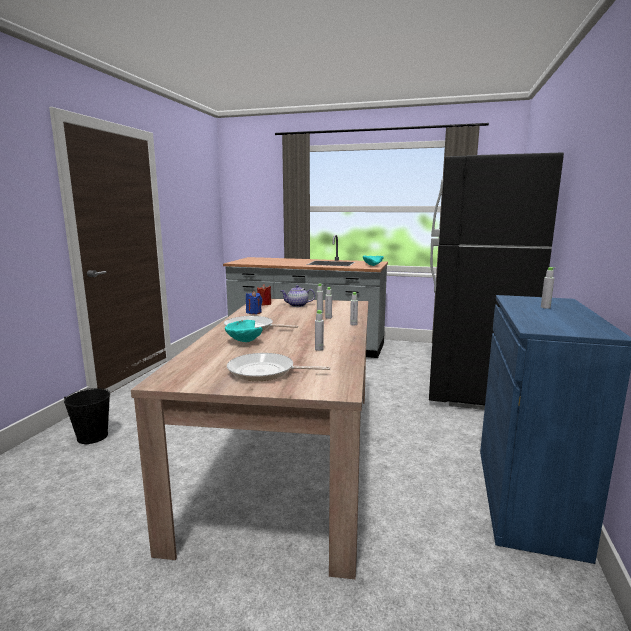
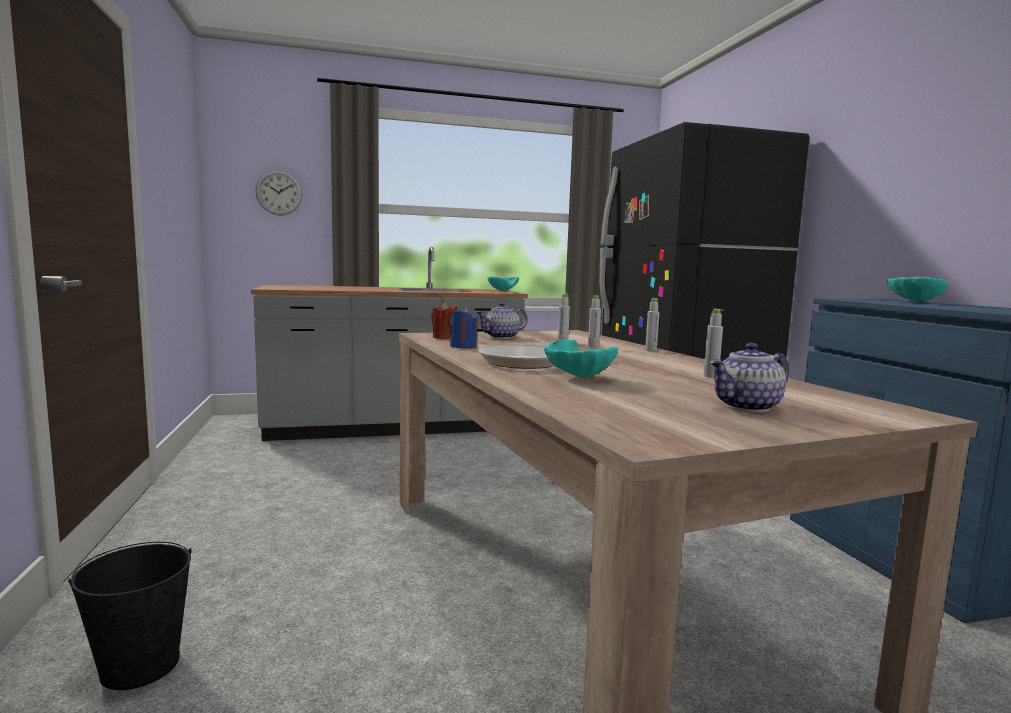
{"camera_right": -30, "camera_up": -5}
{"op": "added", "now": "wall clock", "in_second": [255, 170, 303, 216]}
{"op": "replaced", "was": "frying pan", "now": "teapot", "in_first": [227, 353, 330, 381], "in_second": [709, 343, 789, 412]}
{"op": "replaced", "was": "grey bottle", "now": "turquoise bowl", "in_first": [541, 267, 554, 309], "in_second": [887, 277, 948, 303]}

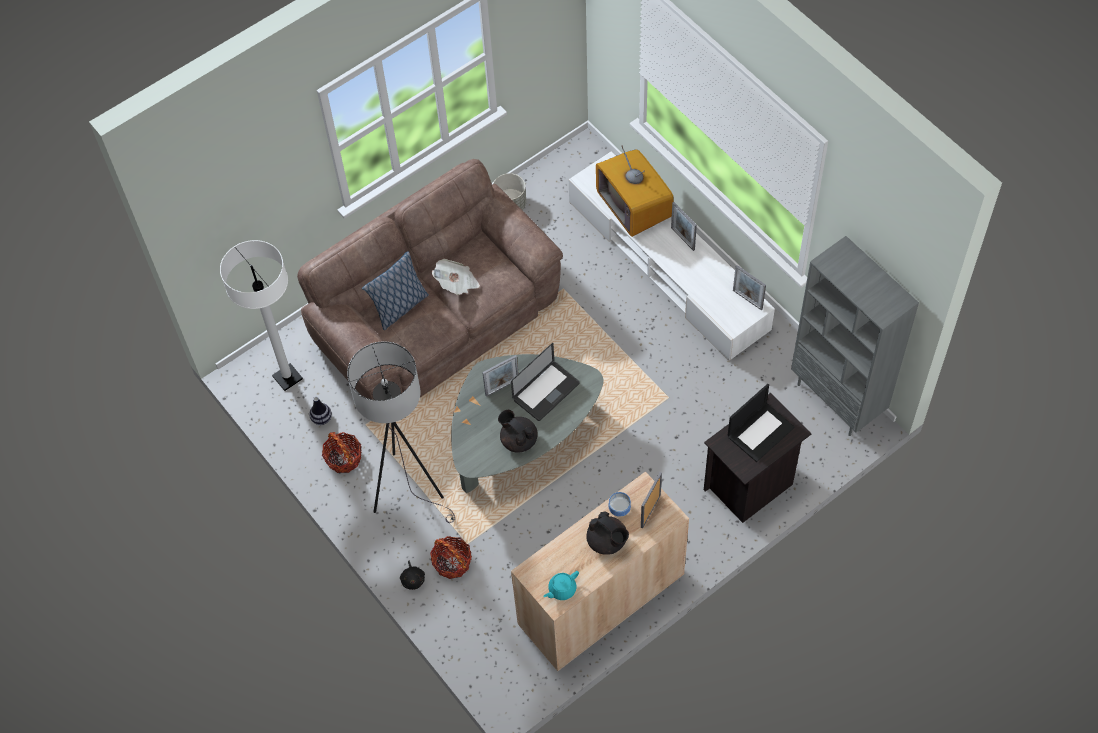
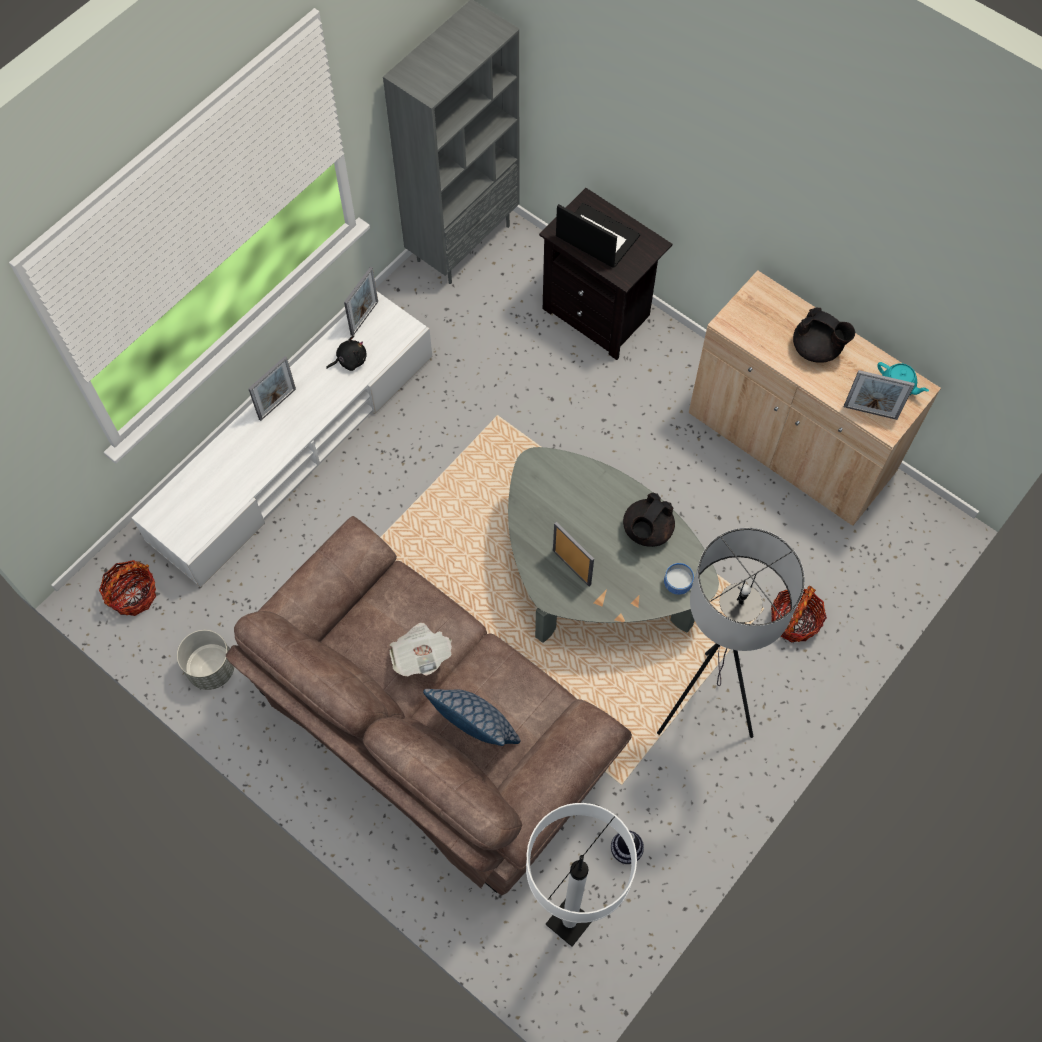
{"camera_right": -105, "camera_up": 5}
{"op": "removed", "was": "laptop", "in_first": [511, 343, 580, 421]}
{"op": "removed", "was": "television", "in_first": [596, 145, 674, 237]}
{"op": "moved", "was": "basket", "in_first": [322, 432, 362, 473], "in_second": [99, 560, 156, 616]}
{"op": "moved", "was": "black plush toy", "in_first": [400, 560, 425, 590], "in_second": [326, 335, 367, 371]}
{"op": "moved", "was": "bowl", "in_first": [608, 492, 631, 517], "in_second": [664, 563, 694, 595]}
{"op": "moved", "was": "picture frame", "in_first": [641, 472, 662, 529], "in_second": [844, 370, 915, 420]}
{"op": "turned", "was": "black teapot", "in_first": [587, 511, 629, 555], "in_second": [793, 308, 855, 363], "clockwise": 90}

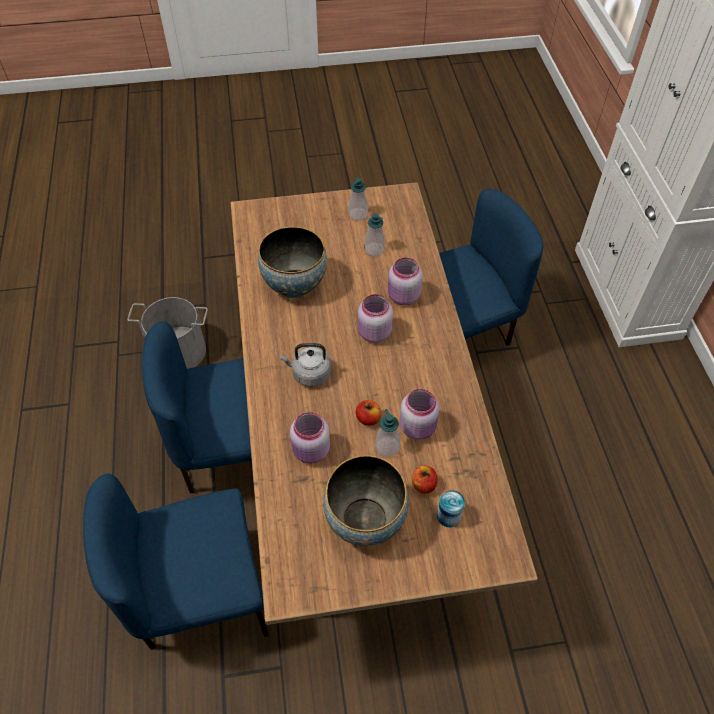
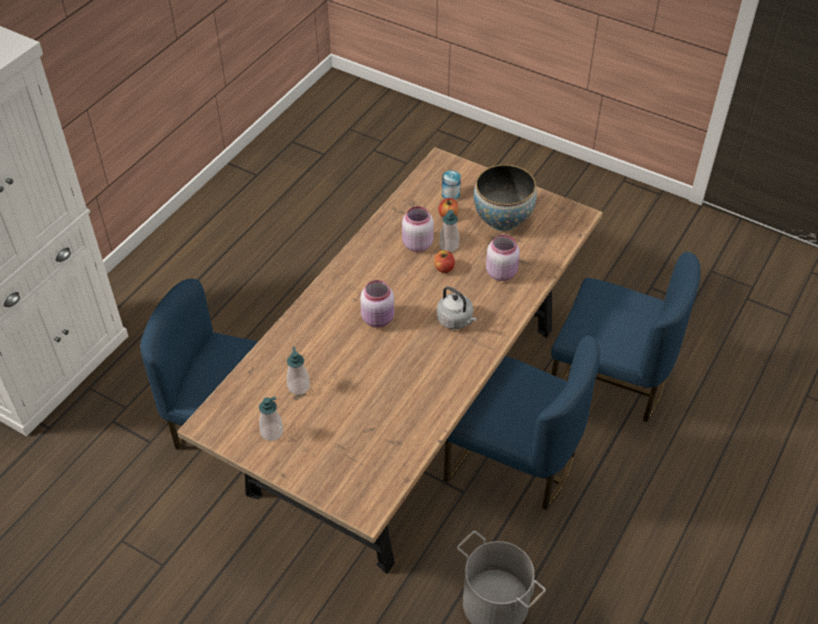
{"camera_right": -140, "camera_up": -5}
{"op": "removed", "was": "bowl", "in_first": [258, 227, 327, 298]}
{"op": "removed", "was": "pink jar", "in_first": [388, 257, 423, 305]}

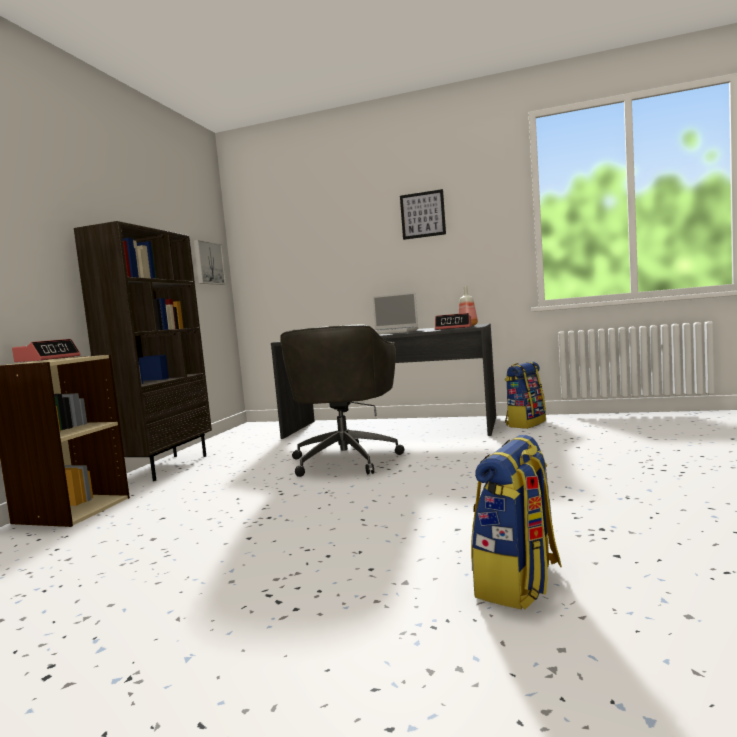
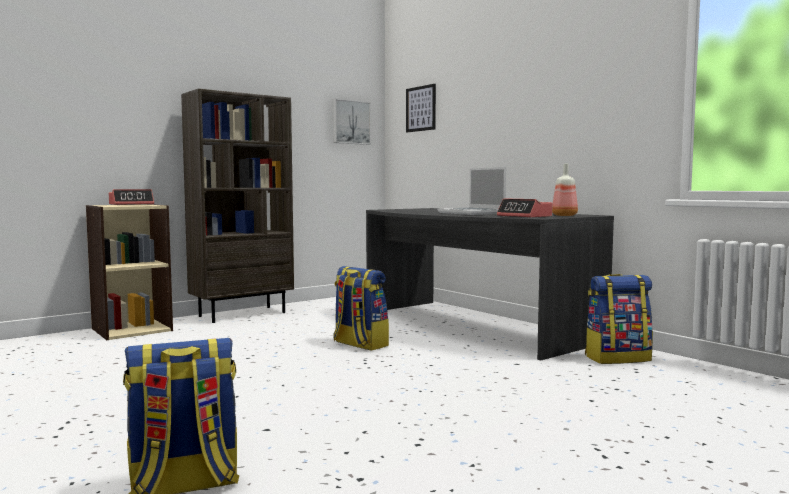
{"camera_right": 35, "camera_up": 0}
{"op": "moved", "was": "picture", "in_first": [400, 189, 446, 240], "in_second": [406, 84, 436, 132]}
{"op": "replaced", "was": "grey office chair", "now": "backpack", "in_first": [280, 325, 404, 477], "in_second": [333, 266, 389, 351]}

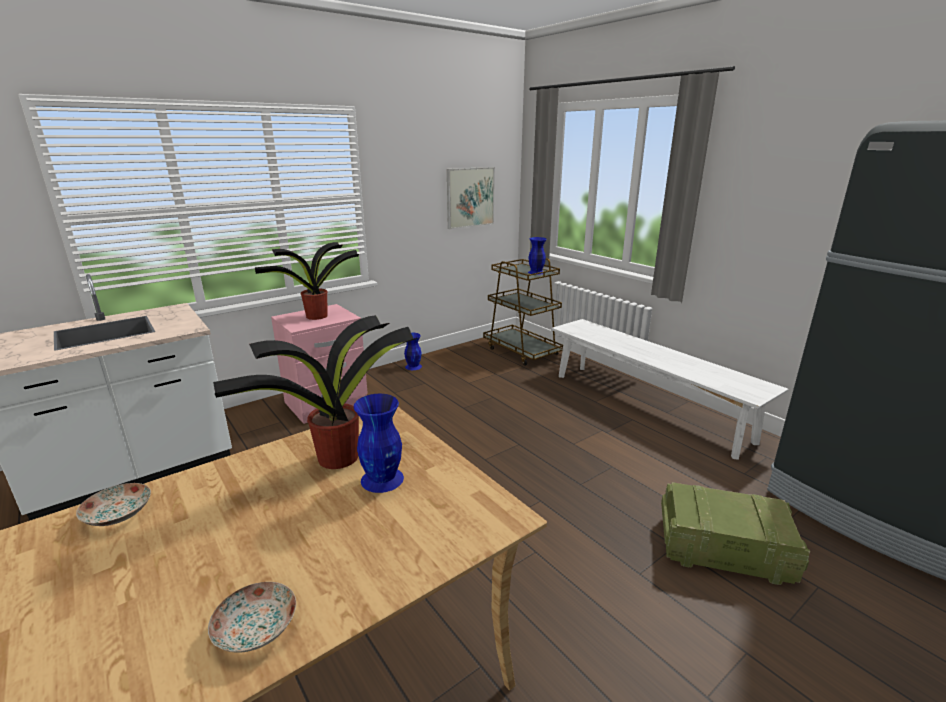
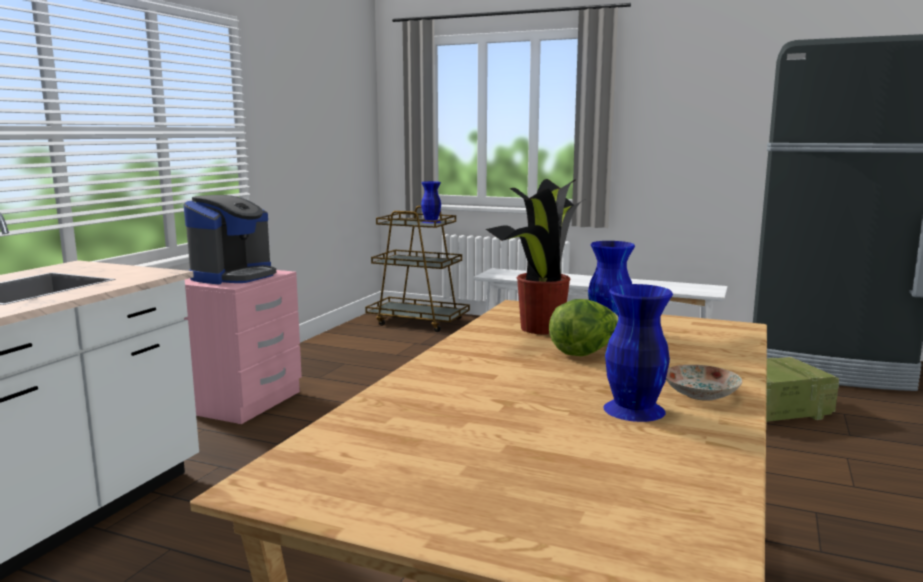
{"camera_right": -30, "camera_up": -10}
{"op": "removed", "was": "plate", "in_first": [76, 483, 151, 526]}
{"op": "removed", "was": "picture", "in_first": [447, 167, 495, 229]}
{"op": "added", "now": "lettuce", "in_second": [549, 299, 618, 356]}
{"op": "moved", "was": "blue vase", "in_first": [404, 333, 422, 370], "in_second": [603, 284, 673, 422]}
{"op": "replaced", "was": "potted plant", "now": "coffee machine", "in_first": [255, 242, 359, 320], "in_second": [184, 195, 276, 284]}

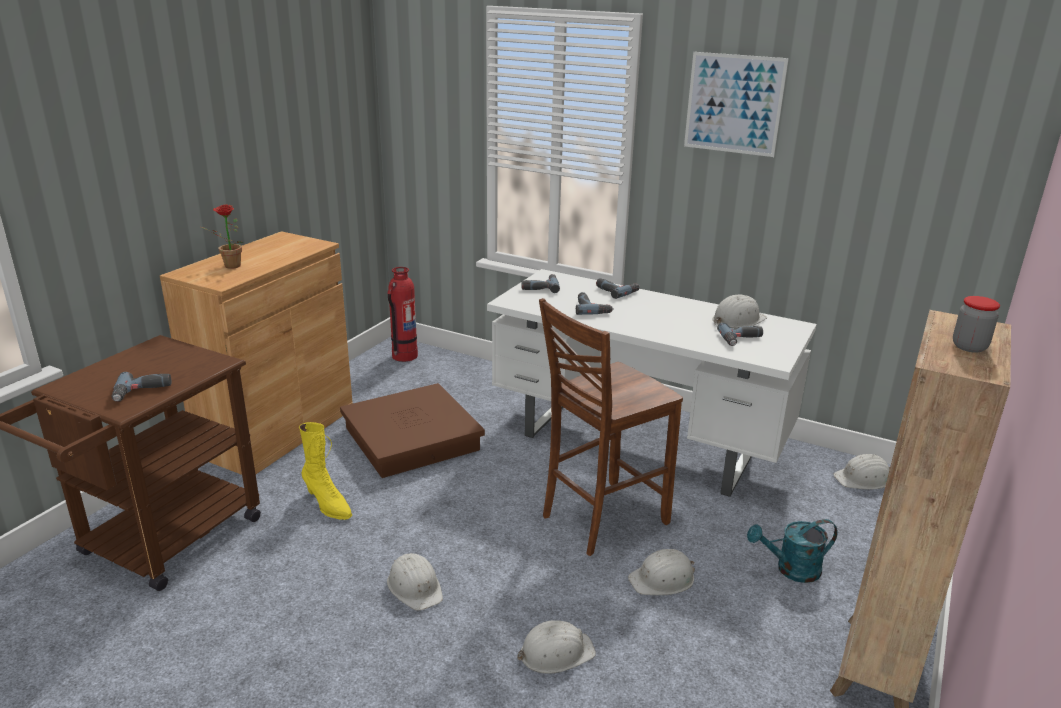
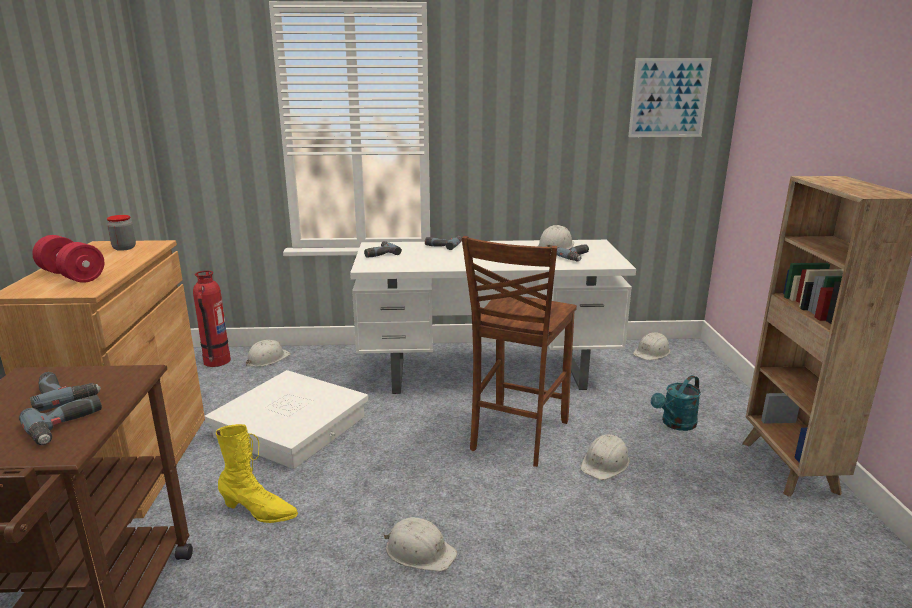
{"camera_right": -30, "camera_up": -5}
{"op": "moved", "was": "white hard hat", "in_first": [517, 620, 596, 674], "in_second": [246, 340, 291, 367]}
{"op": "moved", "was": "power drill", "in_first": [576, 292, 614, 315], "in_second": [30, 372, 101, 412]}
{"op": "moved", "was": "picture", "in_first": [684, 52, 789, 157], "in_second": [628, 58, 712, 137]}
{"op": "moved", "was": "jar", "in_first": [953, 296, 1000, 353], "in_second": [107, 215, 136, 251]}
{"op": "replaced", "was": "potted plant", "now": "red dumbbell", "in_first": [201, 204, 244, 269], "in_second": [32, 235, 104, 283]}
{"op": "recoloured", "was": "brown storage box", "now": "white storage box", "in_first": [340, 383, 485, 478], "in_second": [204, 370, 368, 469]}

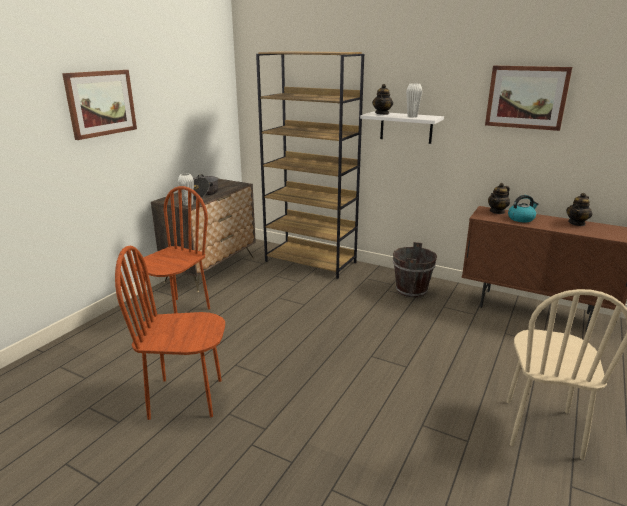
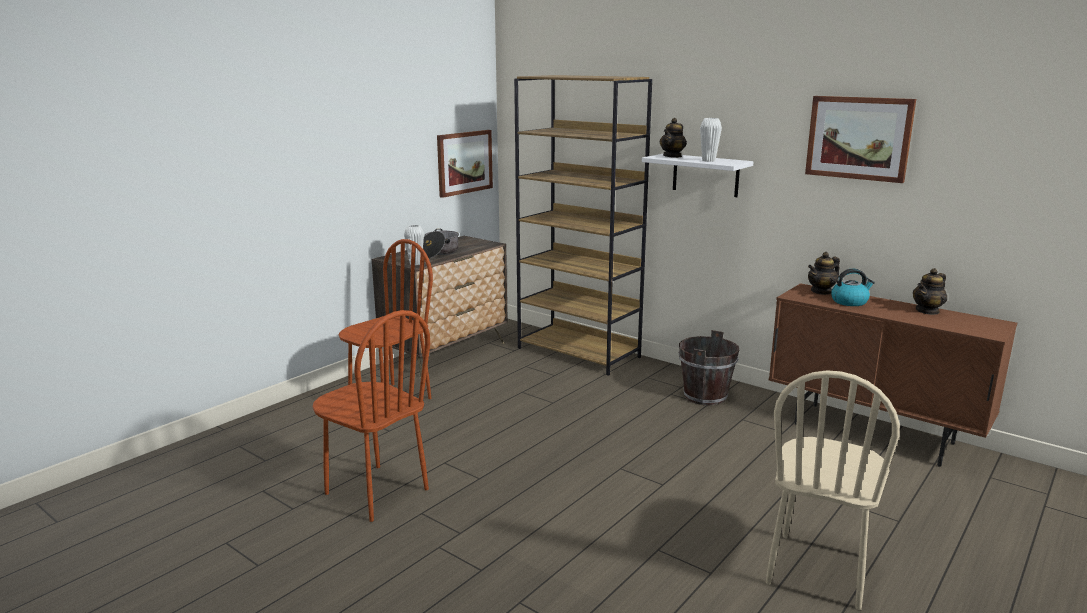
{"camera_right": 10, "camera_up": -5}
{"op": "moved", "was": "picture", "in_first": [62, 70, 137, 140], "in_second": [437, 130, 493, 198]}
{"op": "turned", "was": "brown chair", "in_first": [115, 246, 225, 420], "in_second": [313, 310, 430, 522], "clockwise": -150}

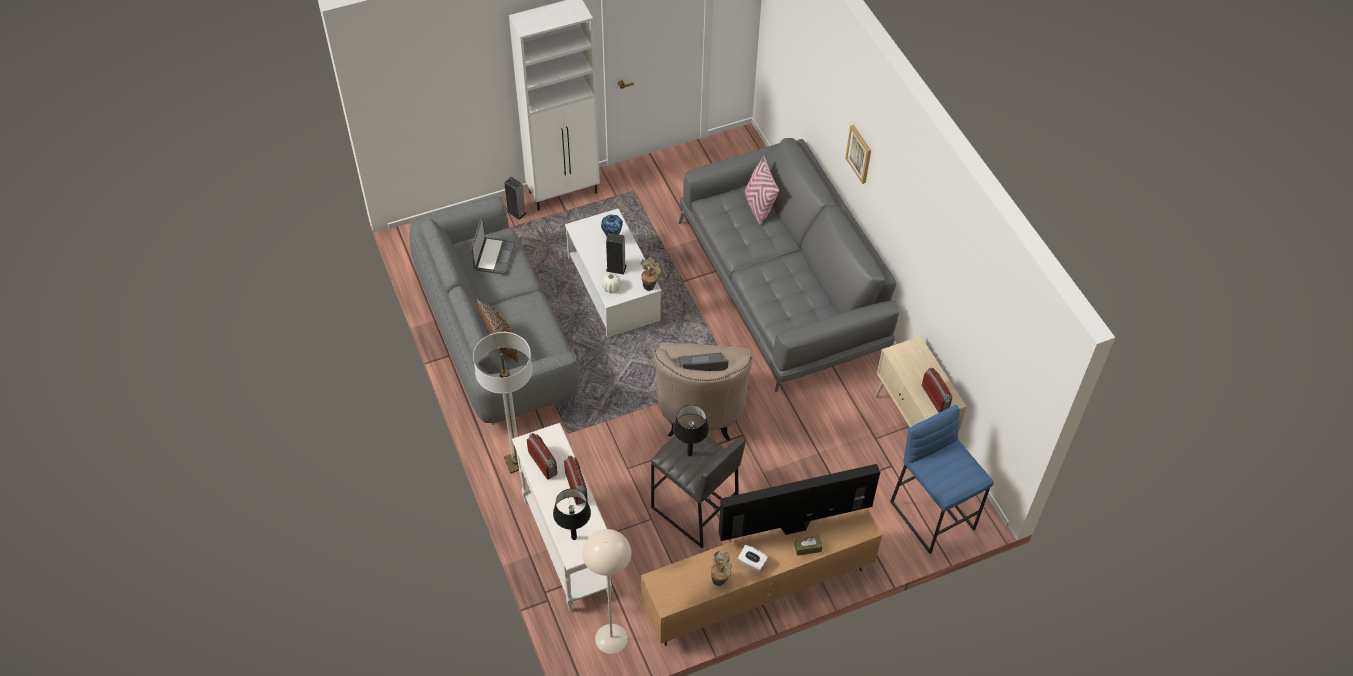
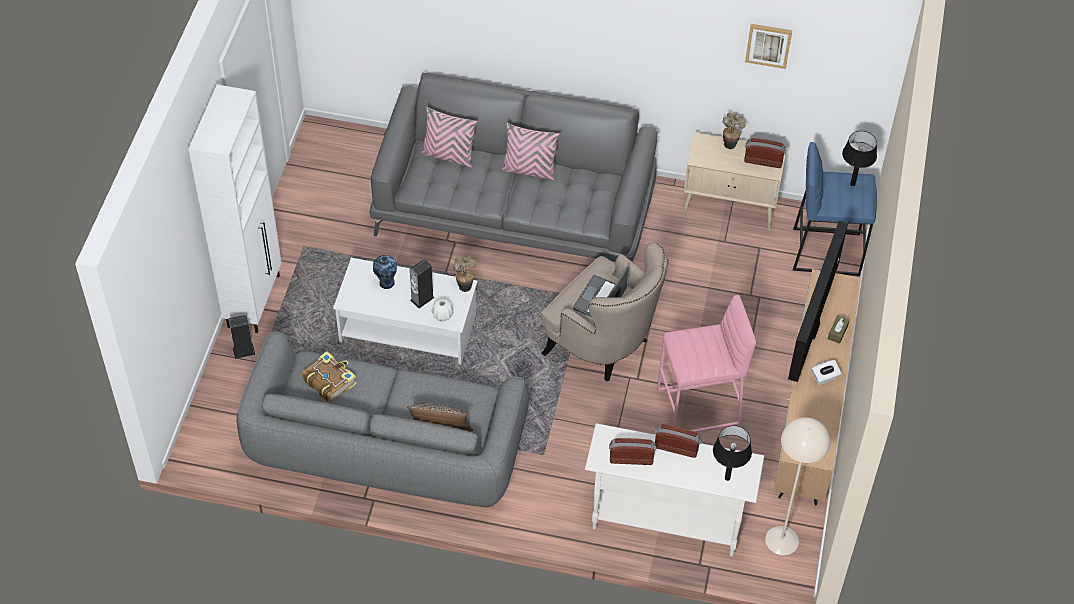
{"camera_right": -55, "camera_up": 0}
{"op": "removed", "was": "floor lamp", "in_first": [473, 332, 533, 474]}
{"op": "added", "now": "pink pillow", "in_second": [501, 123, 560, 180]}
{"op": "moved", "was": "black table lamp", "in_first": [673, 405, 709, 456], "in_second": [842, 131, 877, 186]}
{"op": "moved", "was": "potted plant", "in_first": [711, 551, 732, 586], "in_second": [723, 113, 746, 150]}
{"op": "moved", "was": "picture", "in_first": [845, 125, 871, 184], "in_second": [745, 24, 792, 69]}
{"op": "replaced", "was": "laptop", "now": "book", "in_first": [471, 217, 516, 275], "in_second": [302, 351, 357, 403]}
{"op": "recoloured", "was": "grey stool", "now": "pink stool", "in_first": [651, 425, 746, 548], "in_second": [657, 295, 756, 432]}

